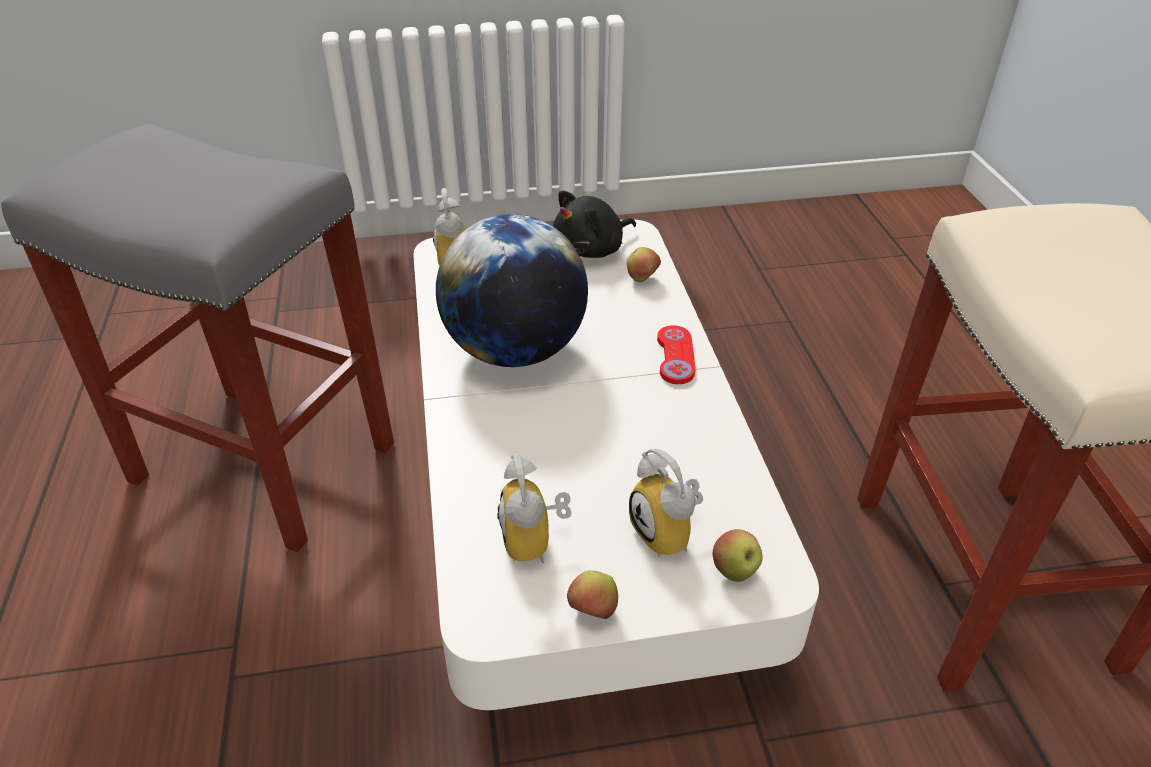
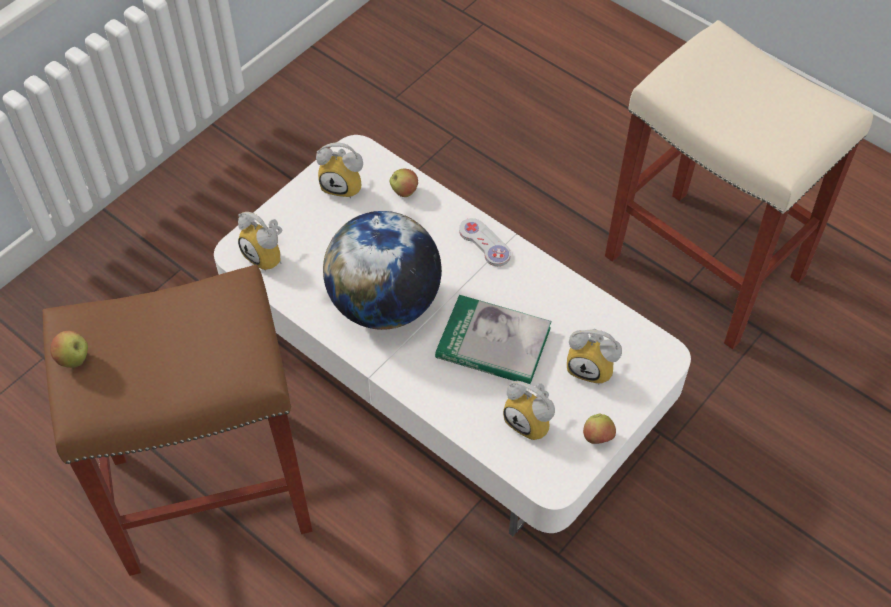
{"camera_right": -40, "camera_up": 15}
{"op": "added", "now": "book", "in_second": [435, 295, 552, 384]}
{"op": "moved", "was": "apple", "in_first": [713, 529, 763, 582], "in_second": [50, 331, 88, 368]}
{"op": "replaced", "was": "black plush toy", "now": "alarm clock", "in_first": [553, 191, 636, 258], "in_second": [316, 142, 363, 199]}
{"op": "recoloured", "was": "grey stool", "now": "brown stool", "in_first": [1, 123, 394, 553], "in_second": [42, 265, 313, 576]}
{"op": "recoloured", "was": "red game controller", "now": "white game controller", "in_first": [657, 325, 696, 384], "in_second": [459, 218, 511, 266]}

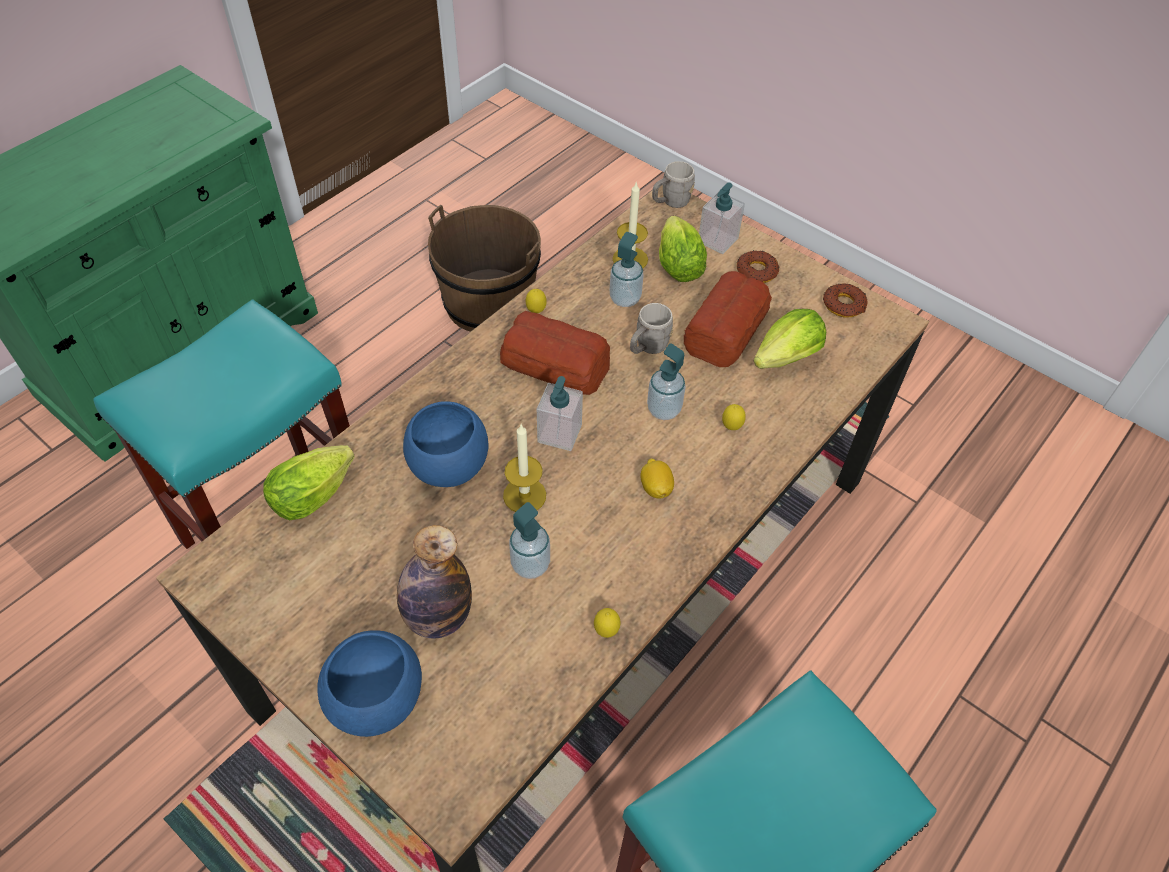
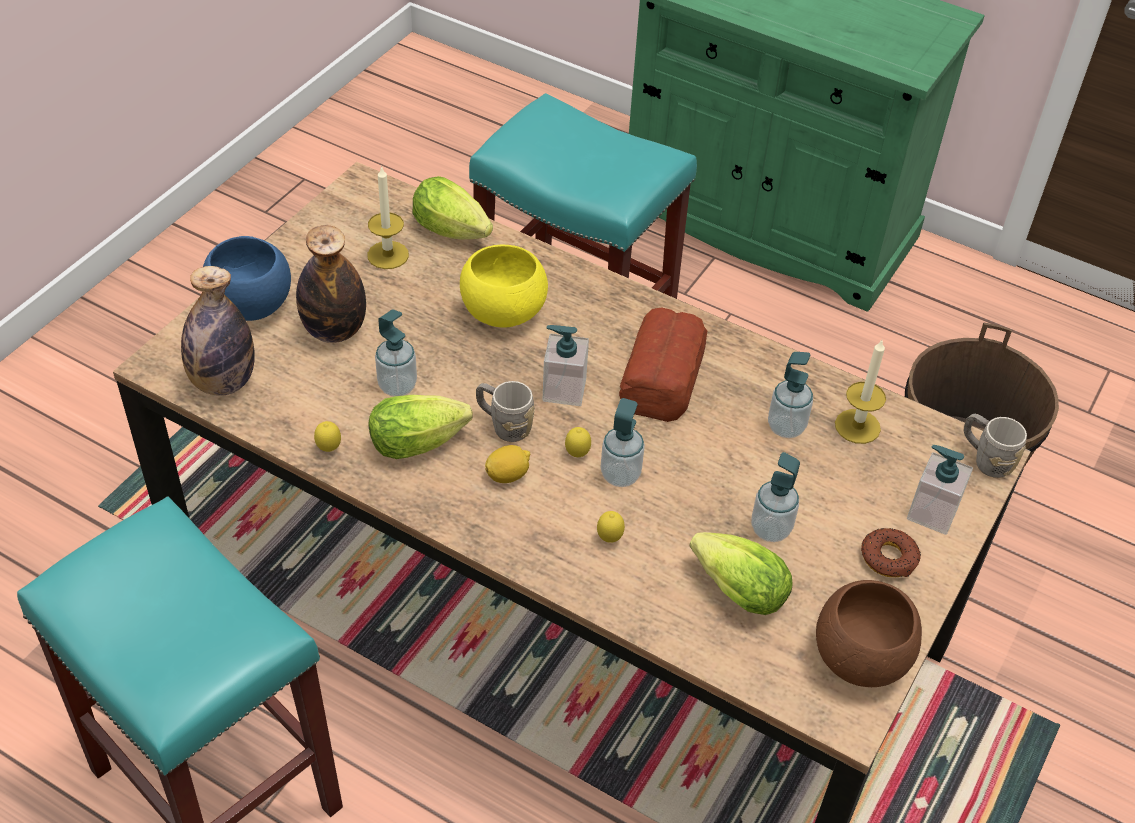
{"camera_right": 80, "camera_up": -5}
{"op": "added", "now": "bottle", "in_second": [181, 266, 255, 396]}
{"op": "moved", "was": "candle", "in_first": [503, 423, 546, 512], "in_second": [367, 166, 409, 269]}
{"op": "moved", "was": "lemon", "in_first": [526, 289, 547, 313], "in_second": [565, 427, 591, 457]}
{"op": "moved", "was": "grey mug", "in_first": [630, 303, 673, 354], "in_second": [476, 381, 535, 442]}
{"op": "moved", "was": "lettuce", "in_first": [659, 216, 707, 282], "in_second": [369, 395, 473, 459]}
{"op": "replaced", "was": "bread", "now": "soap dispenser", "in_first": [684, 271, 772, 367], "in_second": [751, 452, 800, 542]}
{"op": "replaced", "was": "donut", "now": "brown bowl", "in_first": [823, 283, 868, 317], "in_second": [816, 580, 922, 687]}
{"op": "recoloured", "was": "blue bowl", "now": "yellow bowl", "in_first": [403, 401, 488, 487], "in_second": [460, 245, 548, 328]}

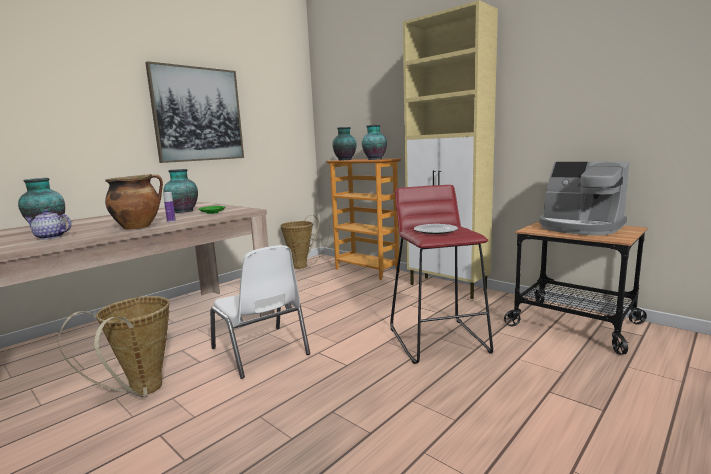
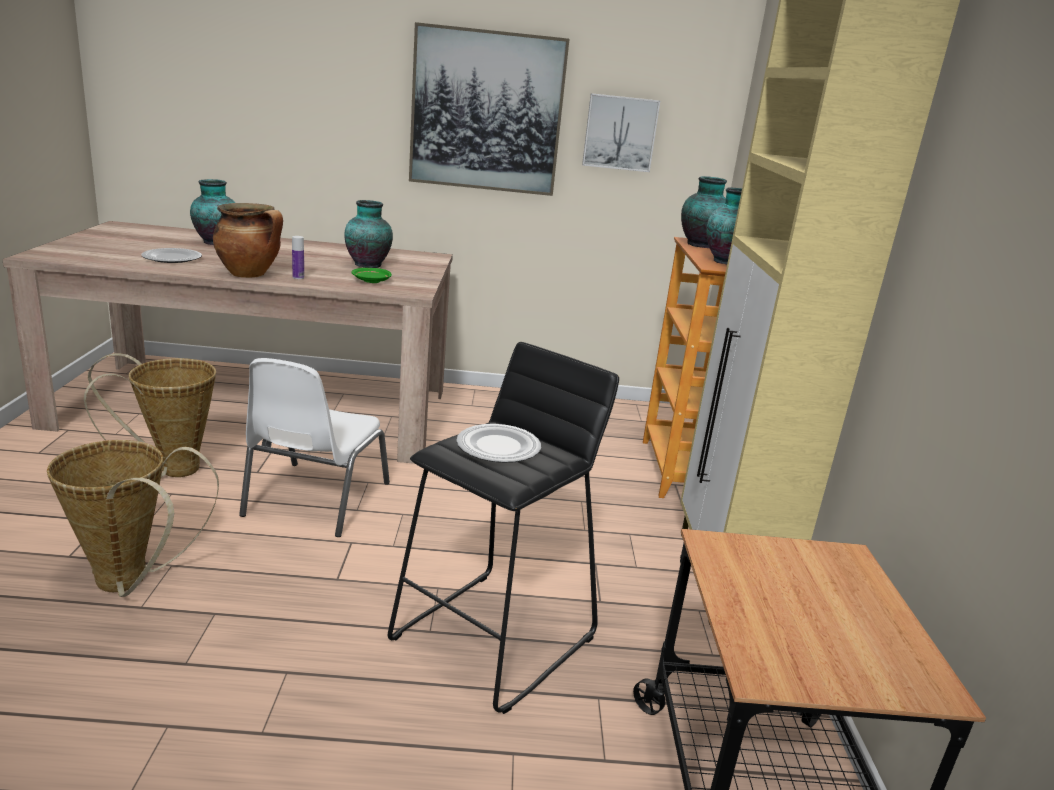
{"camera_right": 45, "camera_up": 10}
{"op": "removed", "was": "coffee machine", "in_first": [539, 161, 629, 235]}
{"op": "added", "now": "picture", "in_second": [582, 93, 660, 172]}
{"op": "moved", "was": "basket", "in_first": [280, 215, 330, 269], "in_second": [47, 440, 219, 597]}
{"op": "replaced", "was": "teapot", "now": "plate", "in_first": [25, 209, 72, 239], "in_second": [141, 248, 202, 263]}
{"op": "recoloured", "was": "red stool", "now": "black stool", "in_first": [390, 185, 493, 364], "in_second": [388, 342, 619, 714]}

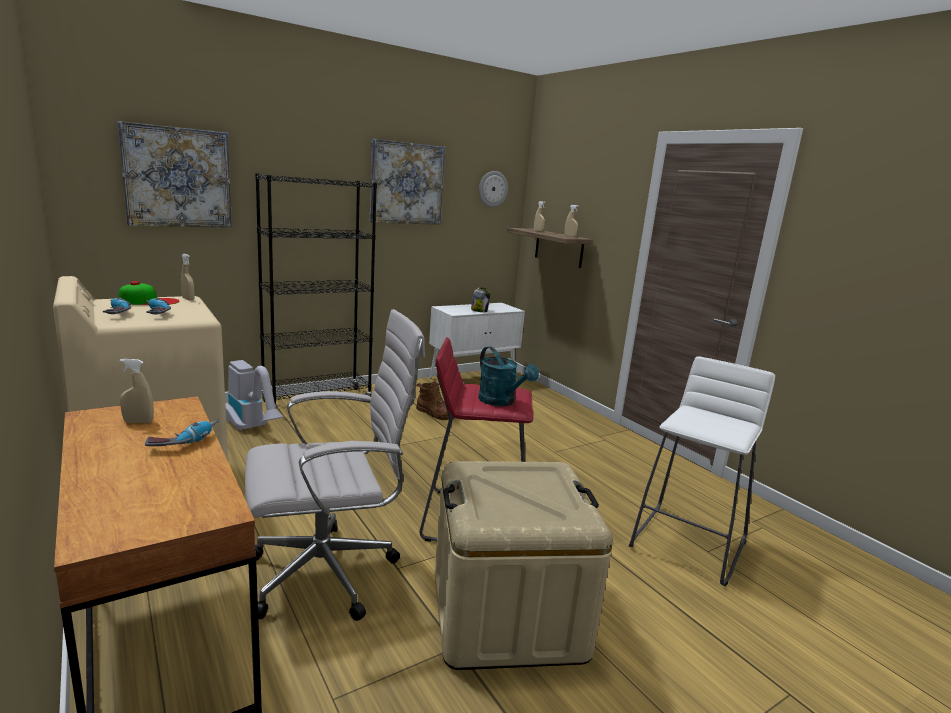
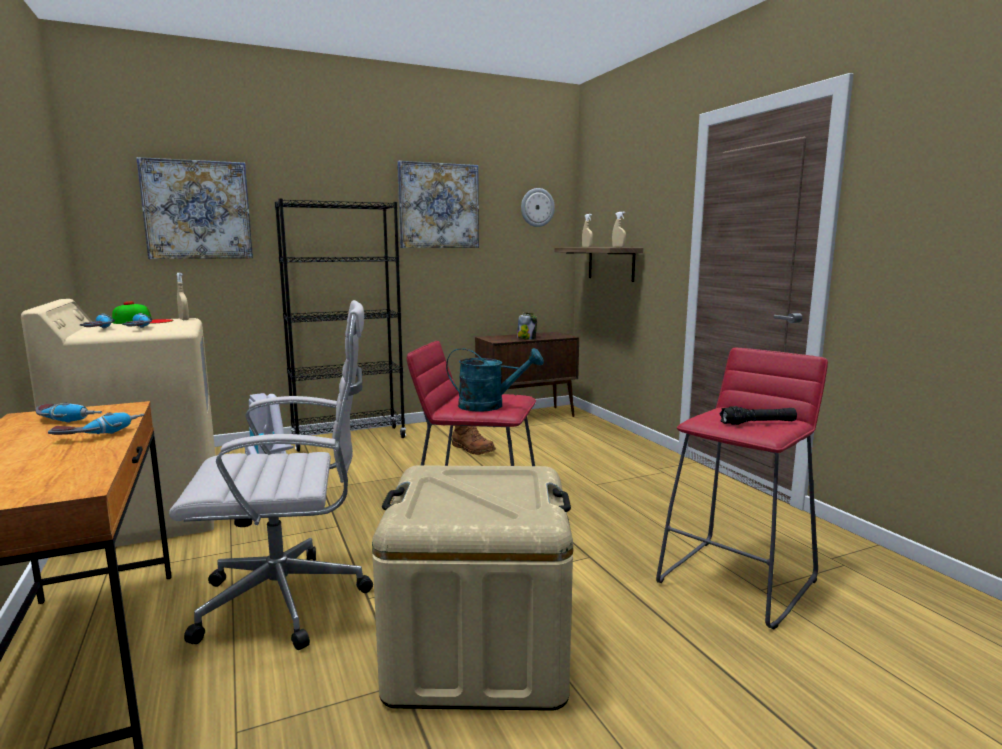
{"camera_right": 10, "camera_up": -5}
{"op": "added", "now": "black flashlight", "in_second": [719, 406, 797, 425]}
{"op": "replaced", "was": "beige spray bottle", "now": "power drill", "in_first": [120, 359, 154, 423], "in_second": [36, 402, 102, 423]}
{"op": "recoloured", "was": "white cabinet", "now": "brown cabinet", "in_first": [429, 303, 525, 379], "in_second": [475, 332, 579, 417]}
{"op": "recoloured", "was": "white stool", "now": "red stool", "in_first": [629, 356, 775, 586], "in_second": [656, 348, 828, 630]}
{"op": "turned", "was": "turquoise watering can", "in_first": [478, 347, 539, 406], "in_second": [446, 348, 544, 411], "clockwise": -60}

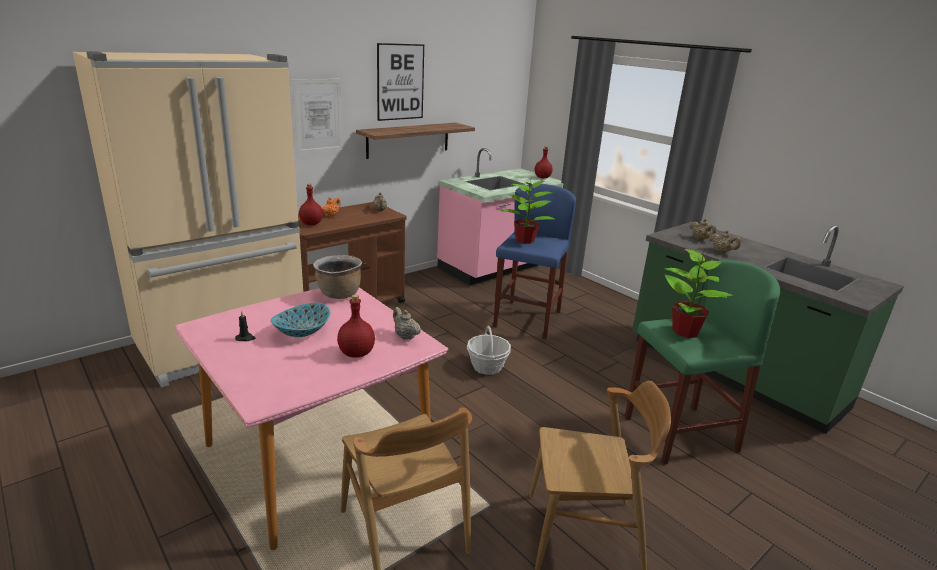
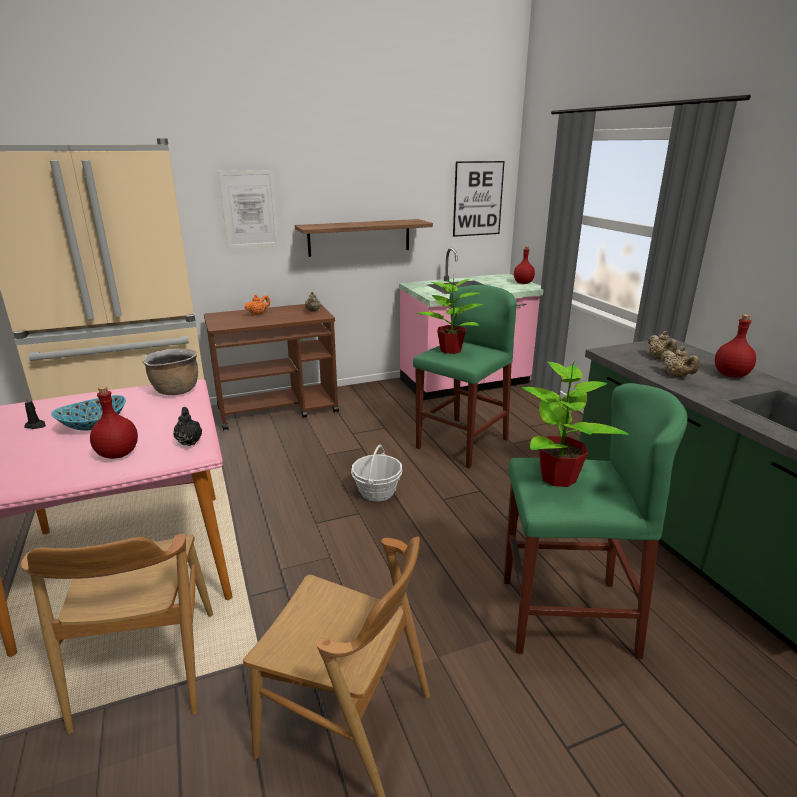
{"camera_right": 20, "camera_up": 0}
{"op": "moved", "was": "red bottle", "in_first": [299, 184, 323, 225], "in_second": [715, 314, 756, 377]}
{"op": "moved", "was": "picture", "in_first": [377, 43, 424, 121], "in_second": [453, 161, 505, 237]}
{"op": "recoloured", "was": "beige teapot", "now": "black teapot", "in_first": [393, 307, 421, 340], "in_second": [173, 407, 202, 446]}
{"op": "recoloured", "was": "blue stool", "now": "green stool", "in_first": [493, 184, 576, 339], "in_second": [413, 285, 517, 468]}

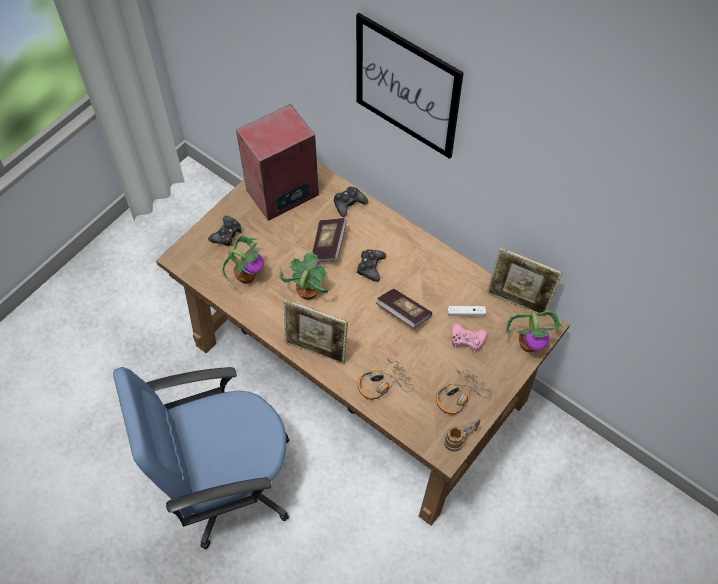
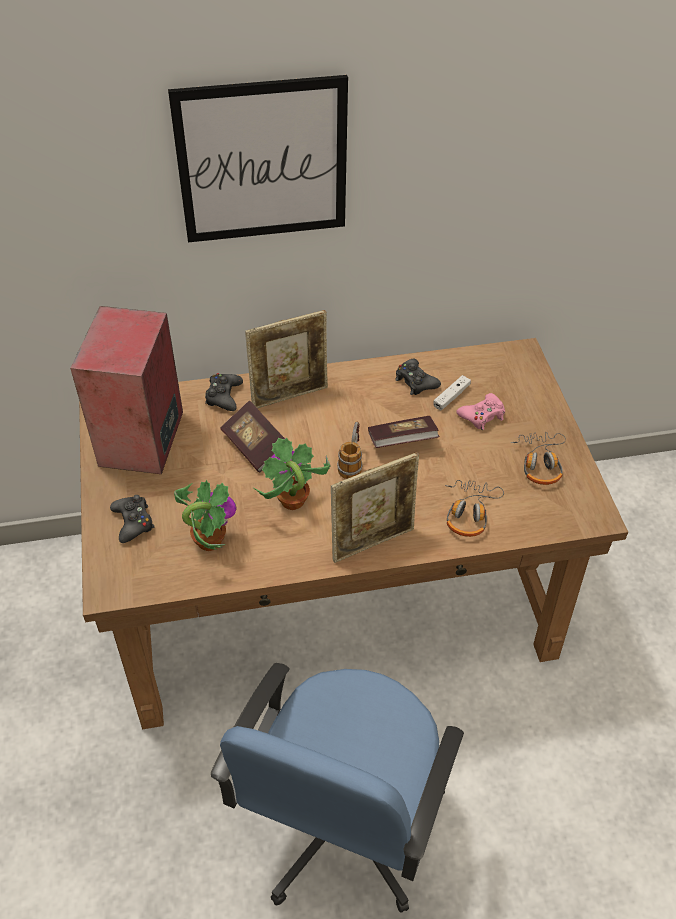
{"camera_right": -50, "camera_up": -10}
{"op": "removed", "was": "potted plant", "in_first": [505, 311, 564, 352]}
{"op": "moved", "was": "black game controller", "in_first": [357, 249, 386, 282], "in_second": [395, 359, 441, 395]}
{"op": "moved", "was": "mug", "in_first": [444, 419, 480, 452], "in_second": [337, 422, 363, 479]}
{"op": "moved", "was": "picture frame", "in_first": [487, 247, 563, 317], "in_second": [245, 310, 328, 409]}

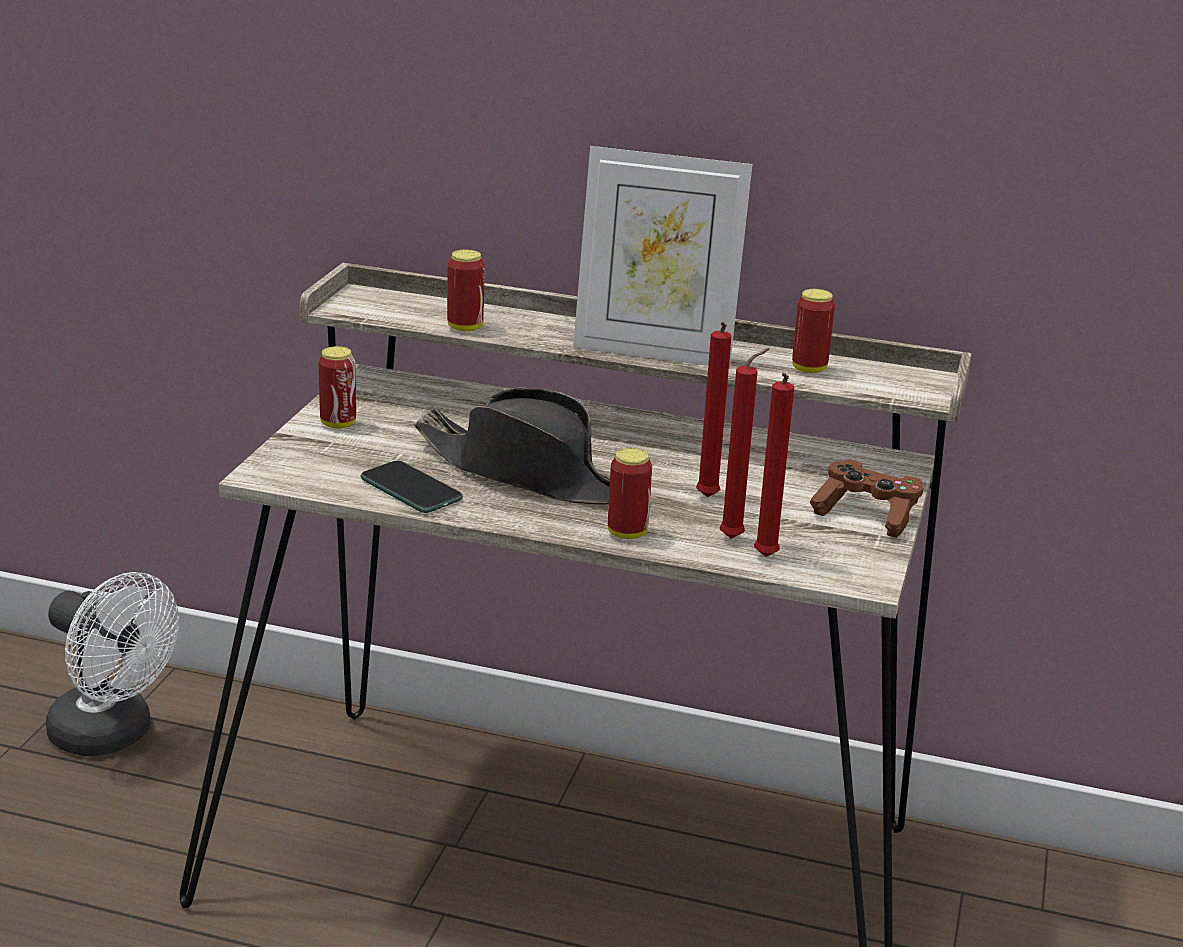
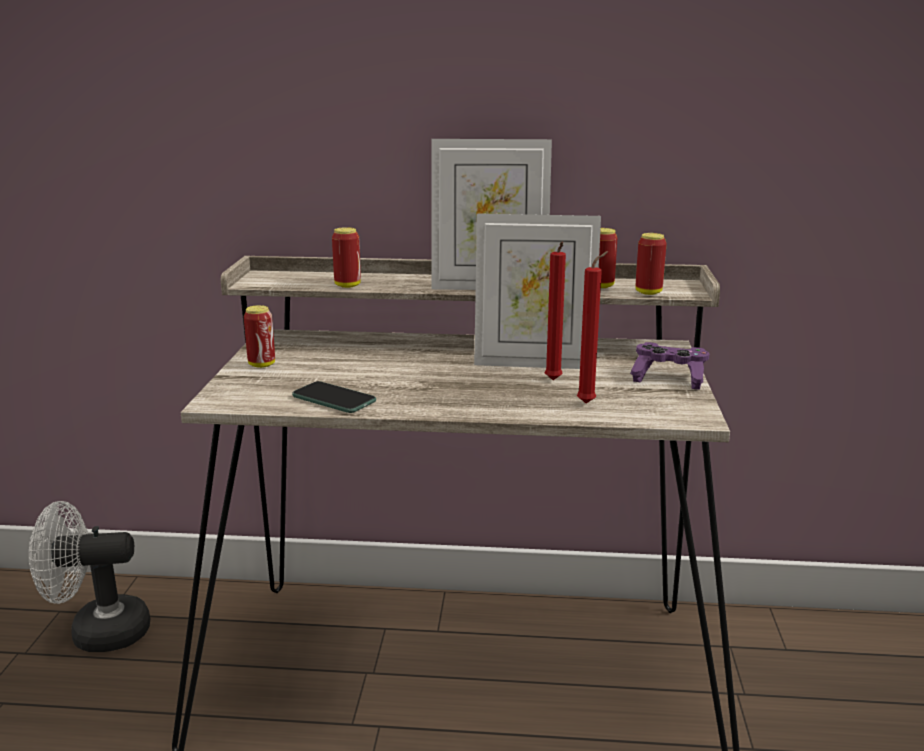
{"camera_right": -10, "camera_up": -5}
{"op": "removed", "was": "black hat", "in_first": [414, 388, 610, 504]}
{"op": "removed", "was": "red candle", "in_first": [754, 373, 794, 557]}
{"op": "added", "now": "picture frame", "in_second": [474, 213, 601, 369]}
{"op": "moved", "was": "can", "in_first": [608, 448, 652, 539], "in_second": [636, 233, 667, 295]}
{"op": "recoloured", "was": "brown game controller", "now": "purple game controller", "in_first": [810, 459, 923, 538], "in_second": [630, 342, 709, 390]}
{"op": "turned", "was": "white fan", "in_first": [46, 572, 179, 756], "in_second": [29, 501, 150, 652], "clockwise": 150}

